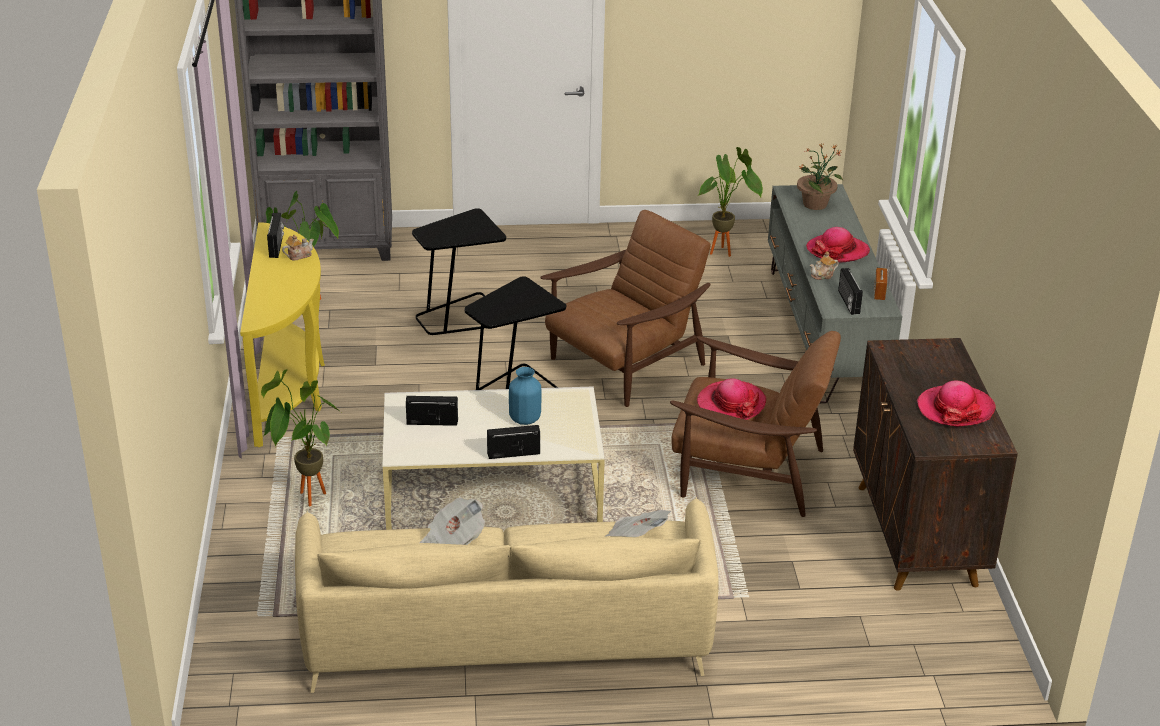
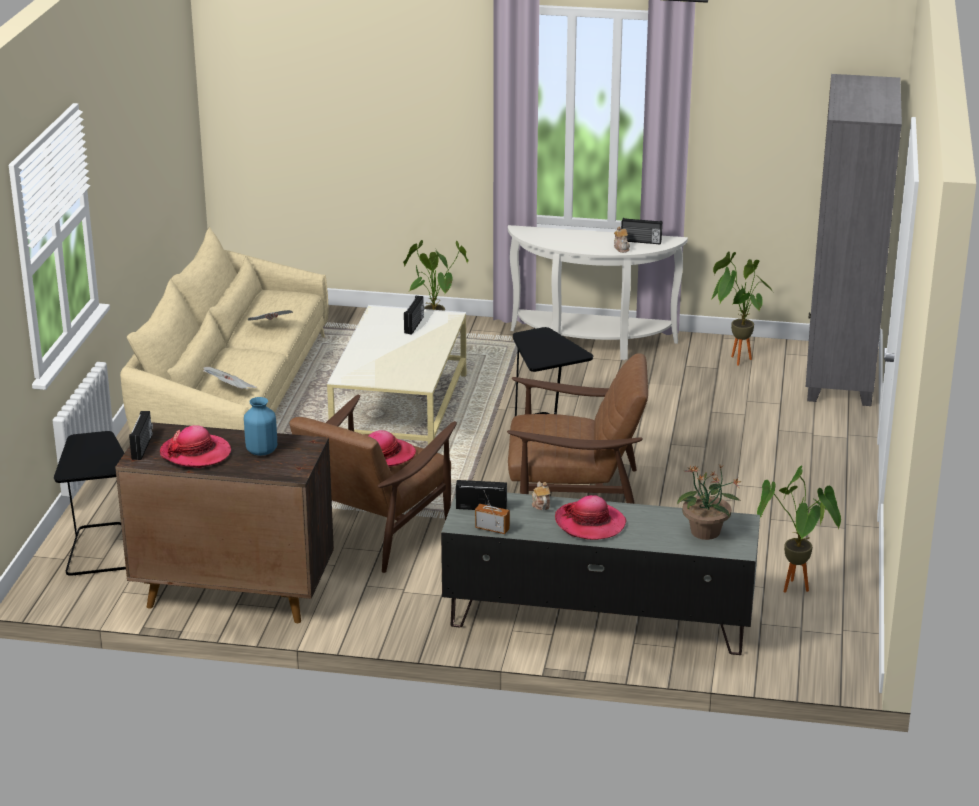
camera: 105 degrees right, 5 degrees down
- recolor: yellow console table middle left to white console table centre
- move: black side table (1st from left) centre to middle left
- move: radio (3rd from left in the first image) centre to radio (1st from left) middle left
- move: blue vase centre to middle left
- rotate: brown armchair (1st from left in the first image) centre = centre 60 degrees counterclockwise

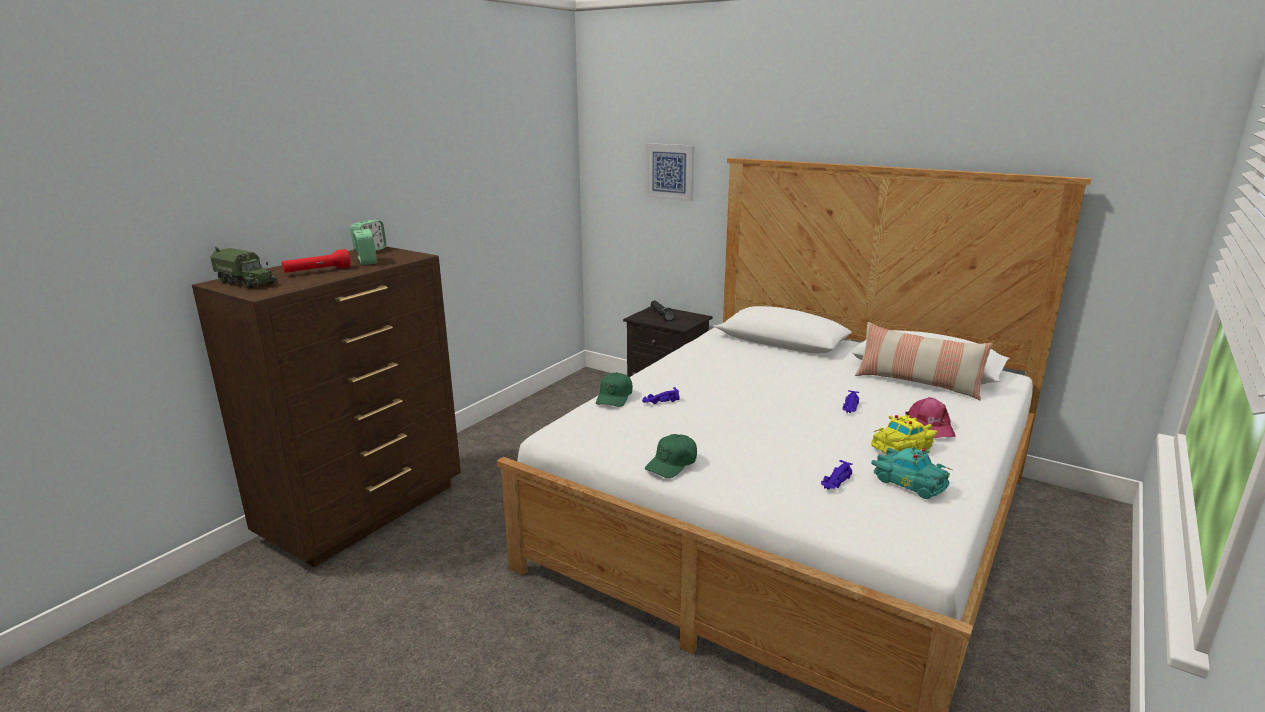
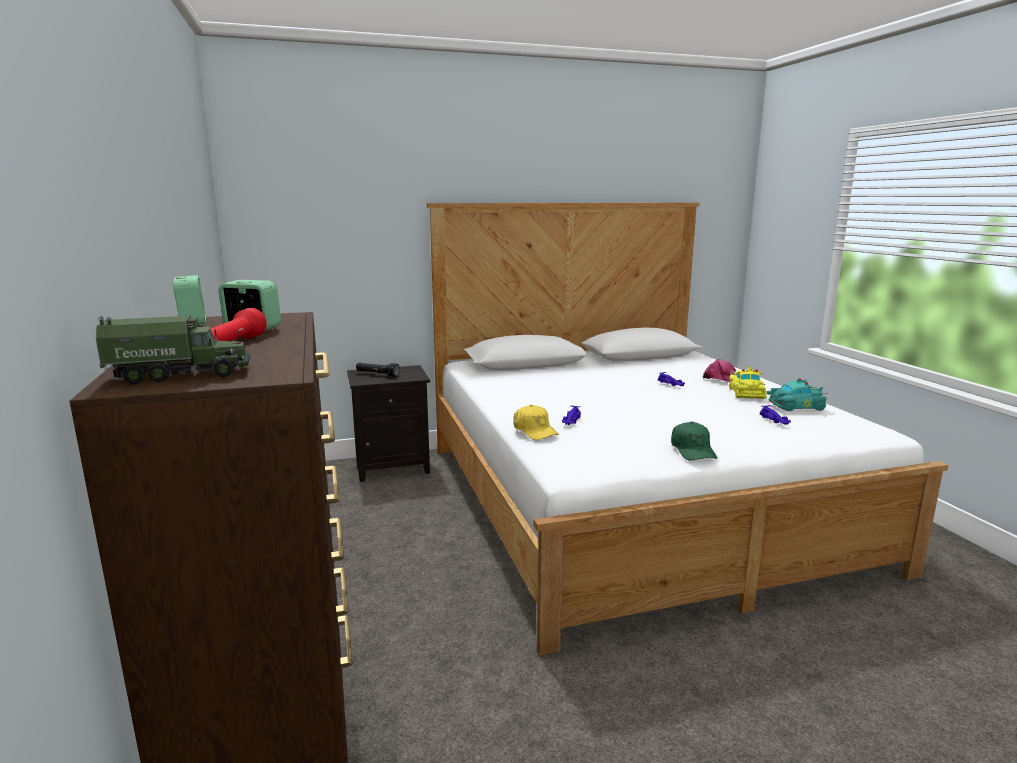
camera: 50 degrees left, 5 degrees down
- recolor: green cap (1st from left) centre to yellow cap centre
- delete: picture top centre
- delete: pillow middle right

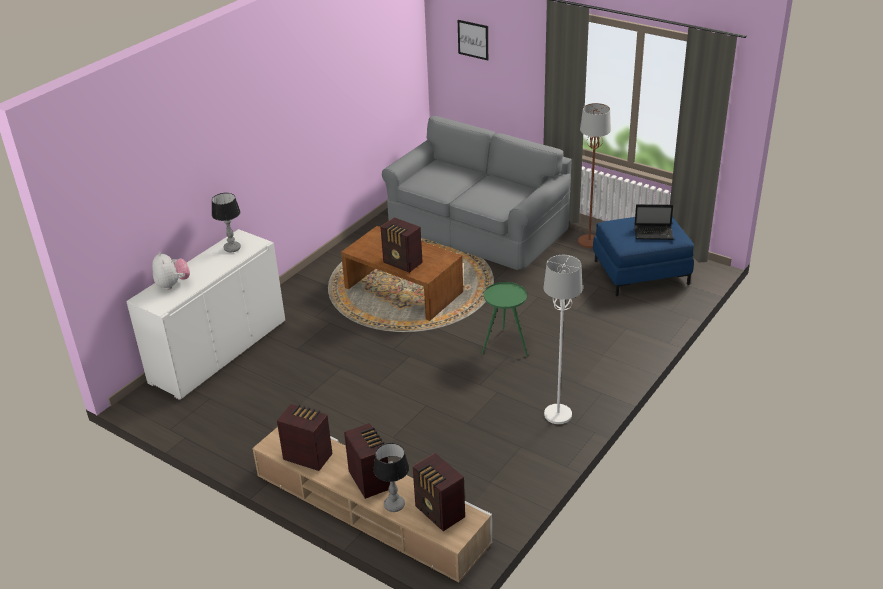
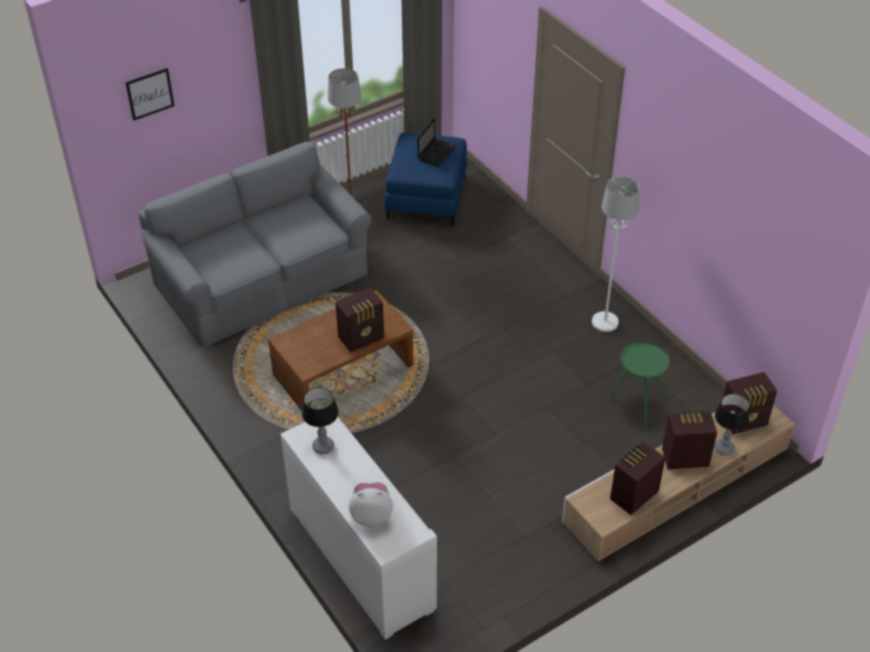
camera: 70 degrees left, 10 degrees up
- move: green side table centre to middle right

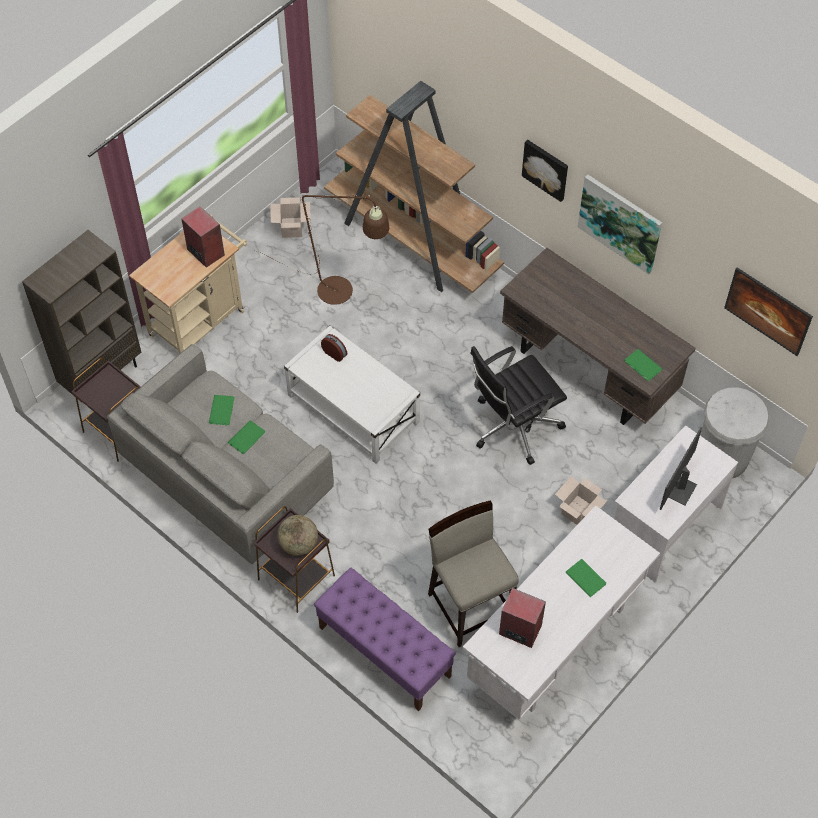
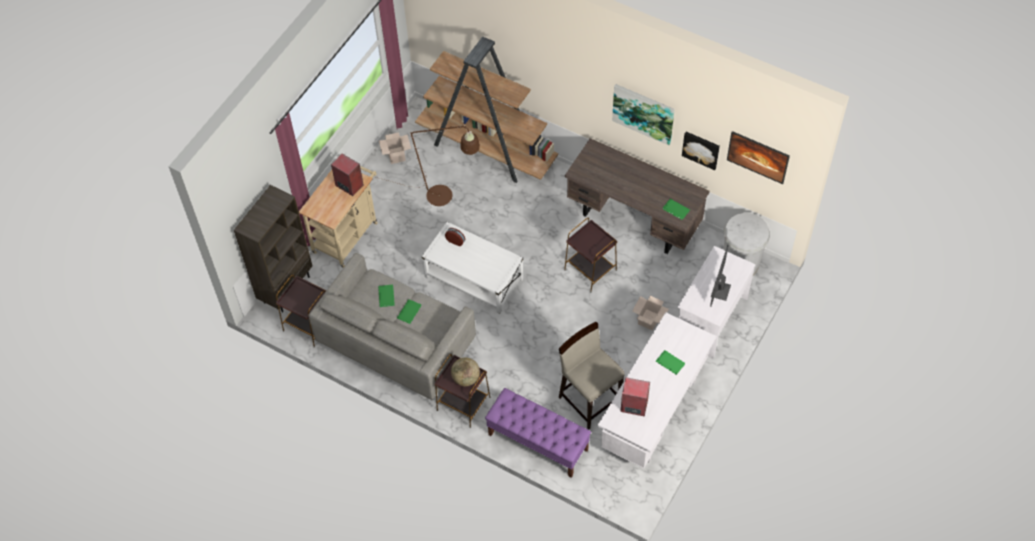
camera: 10 degrees left, 0 degrees up
- replace: black office chair centre to brown side table (3rd from left) centre
- move: picture (1st from left in the first image) top centre to picture (2nd from left) top right

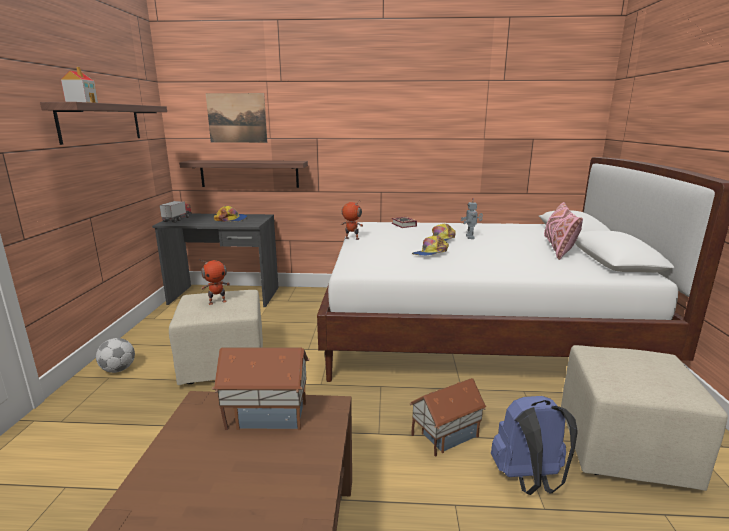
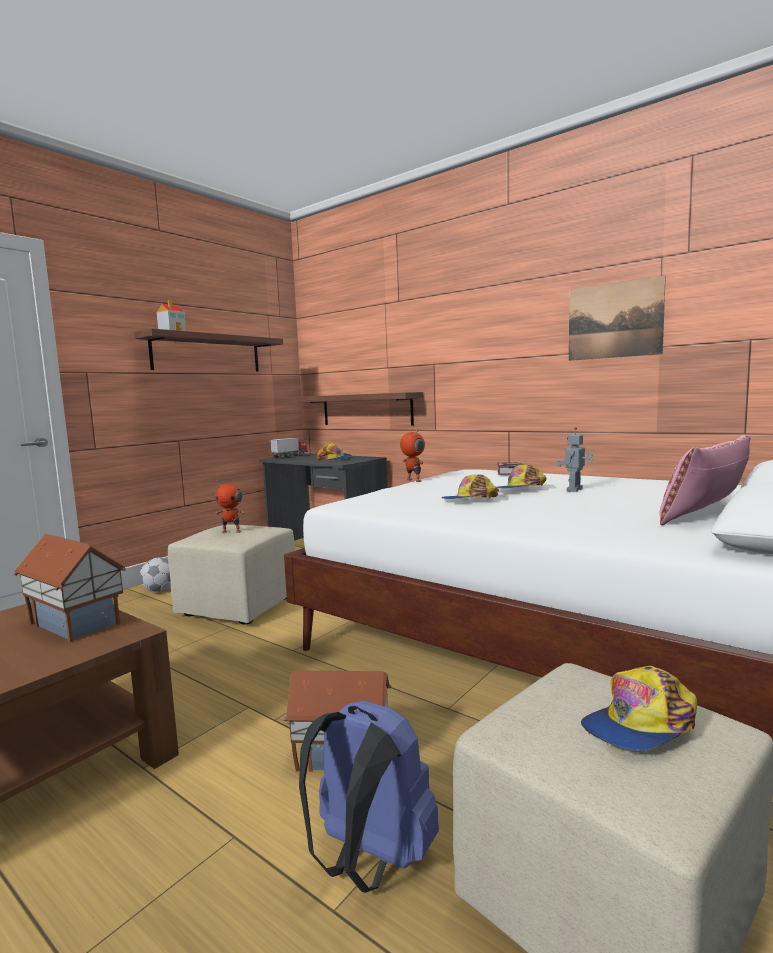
camera: 35 degrees right, 10 degrees down
- move: picture top left to middle right
- insert: cap (4th from left) bottom right

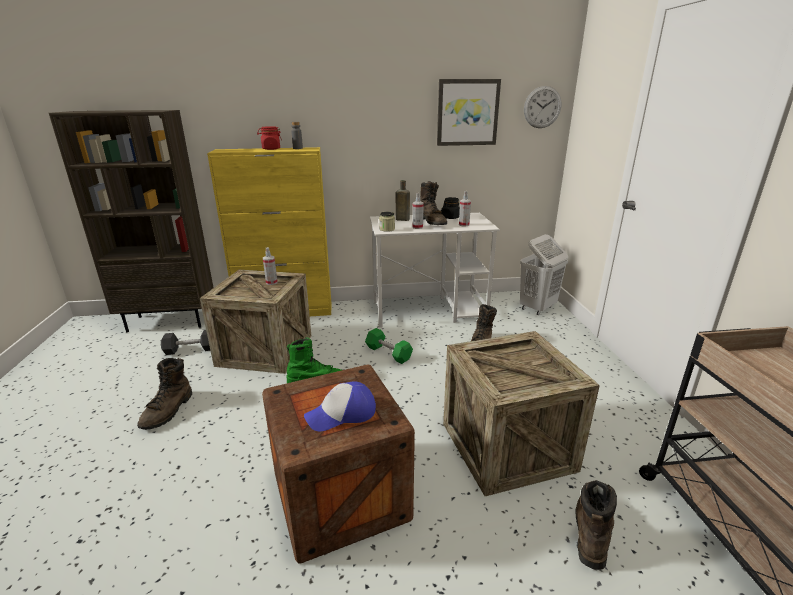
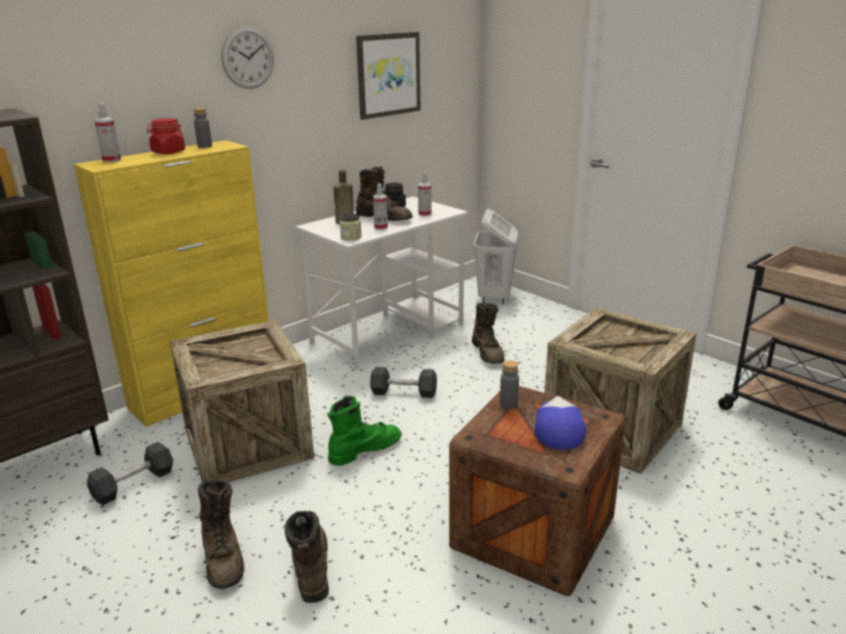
camera: 35 degrees left, 0 degrees up
- move: spray bottle (1st from left) centre to top left
- rotate: cap bottom centre = bottom centre 150 degrees clockwise
- recolor: green dumbbell centre to grey dumbbell (2nd from left) centre
- move: wall clock top right to top left
- move: brown boot (4th from left in the first image) bottom right to brown boot (2nd from left) bottom centre
- insert: grey bottle (2nd from left) centre

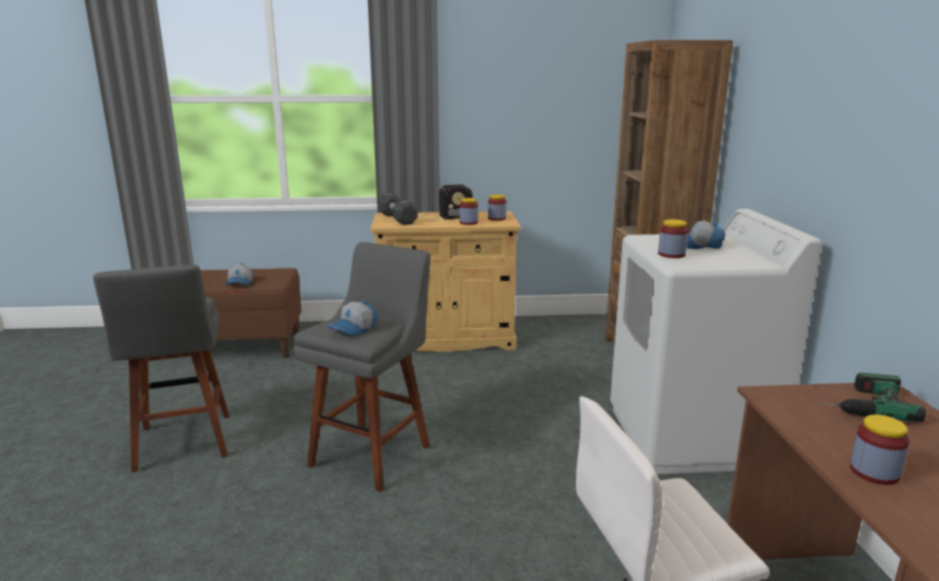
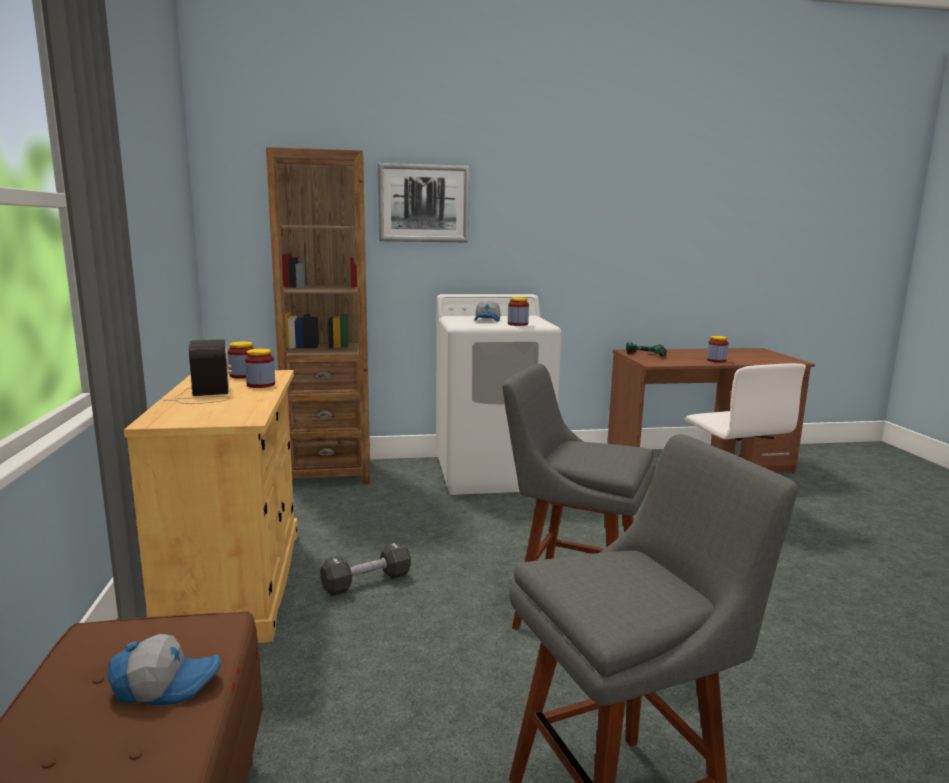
camera: 95 degrees left, 5 degrees down
- delete: cap (2nd from left) centre
- move: black dumbbell centre to bottom centre
- insert: picture top centre

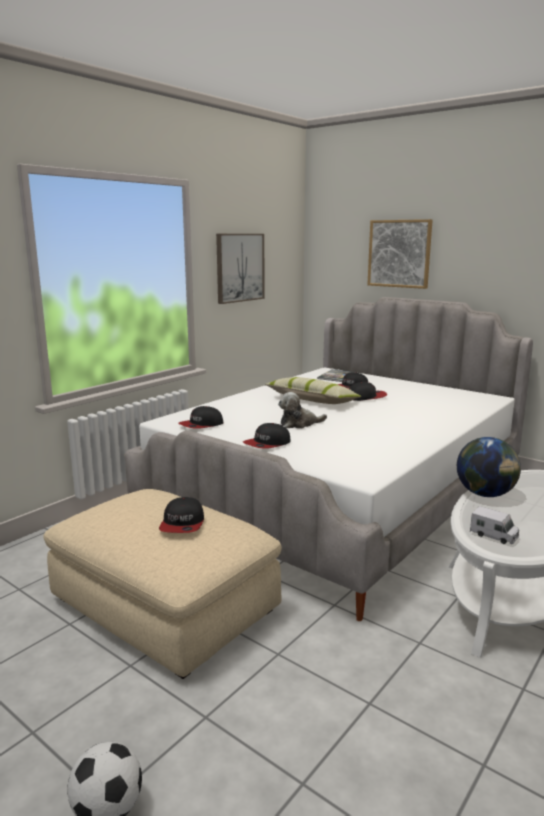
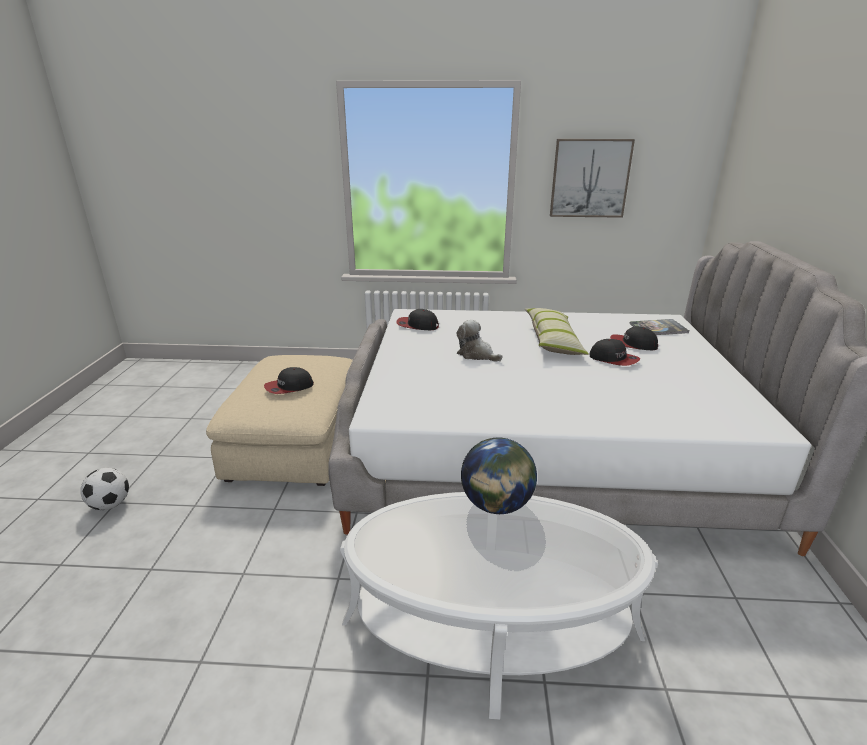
camera: 55 degrees right, 10 degrees up
- delete: cap (3rd from left) centre
- delete: picture (2nd from left) top right
- delete: toy truck middle right

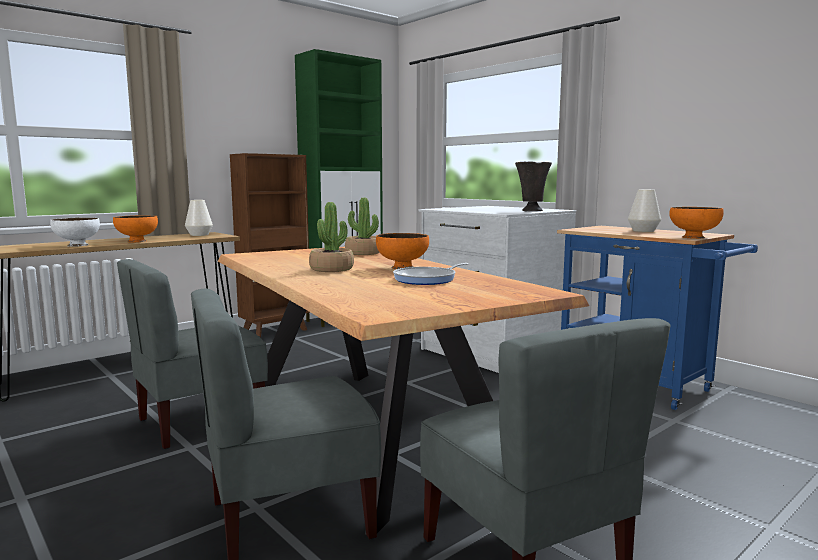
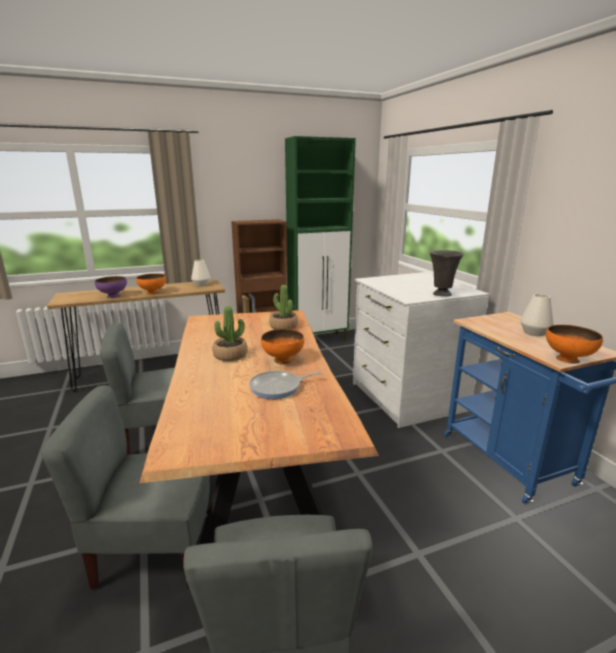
camera: 20 degrees right, 10 degrees up
- recolor: white bowl middle left to purple bowl middle left

